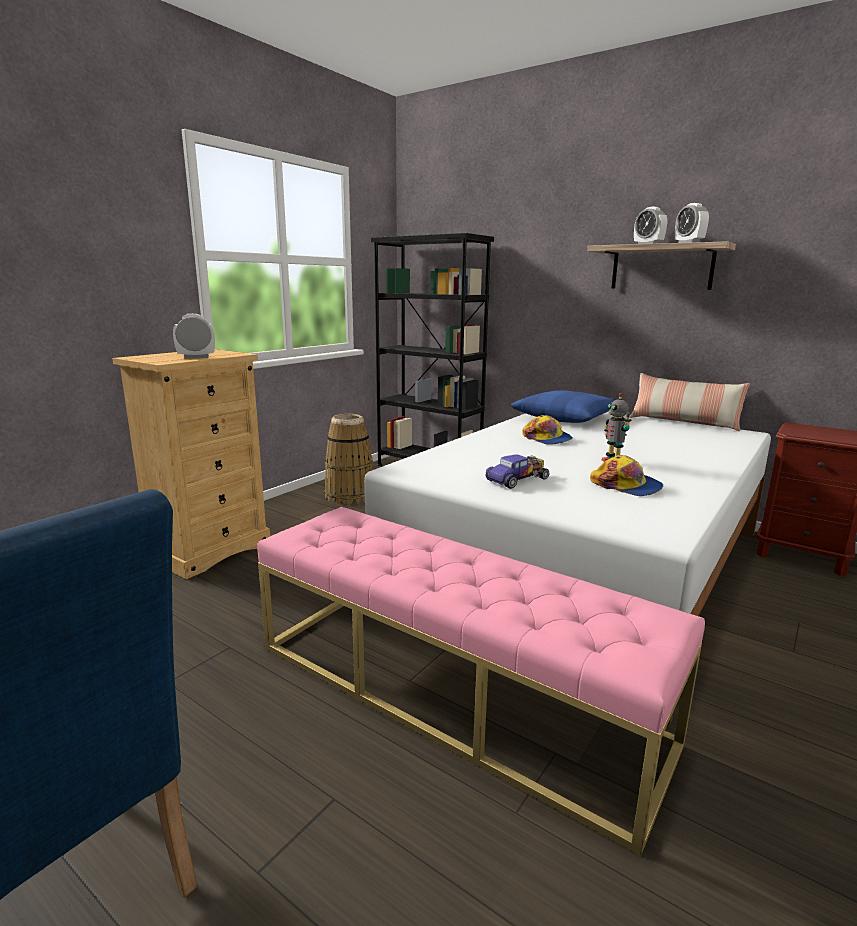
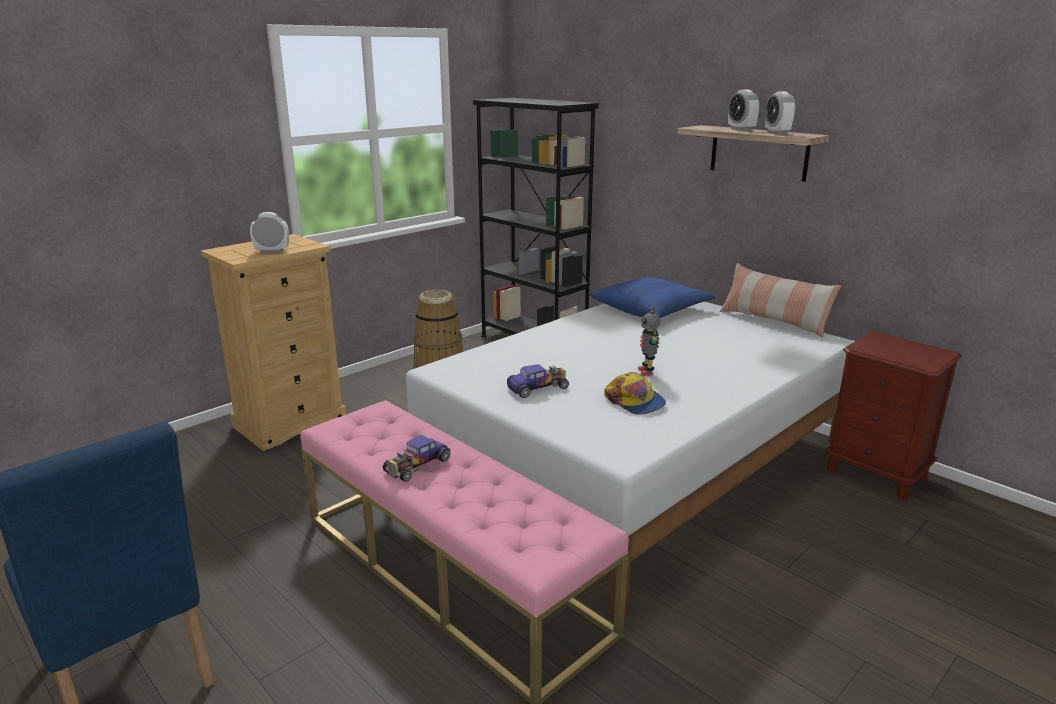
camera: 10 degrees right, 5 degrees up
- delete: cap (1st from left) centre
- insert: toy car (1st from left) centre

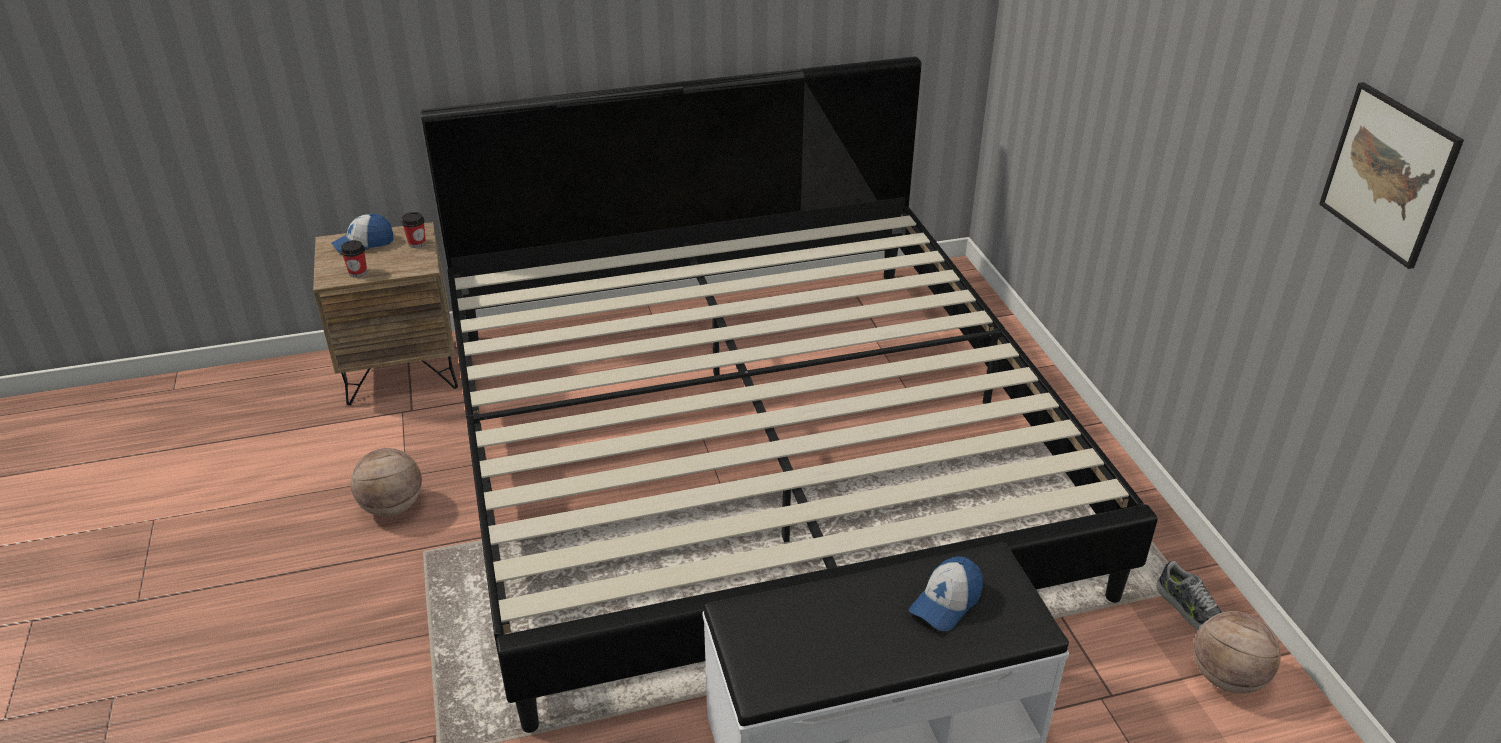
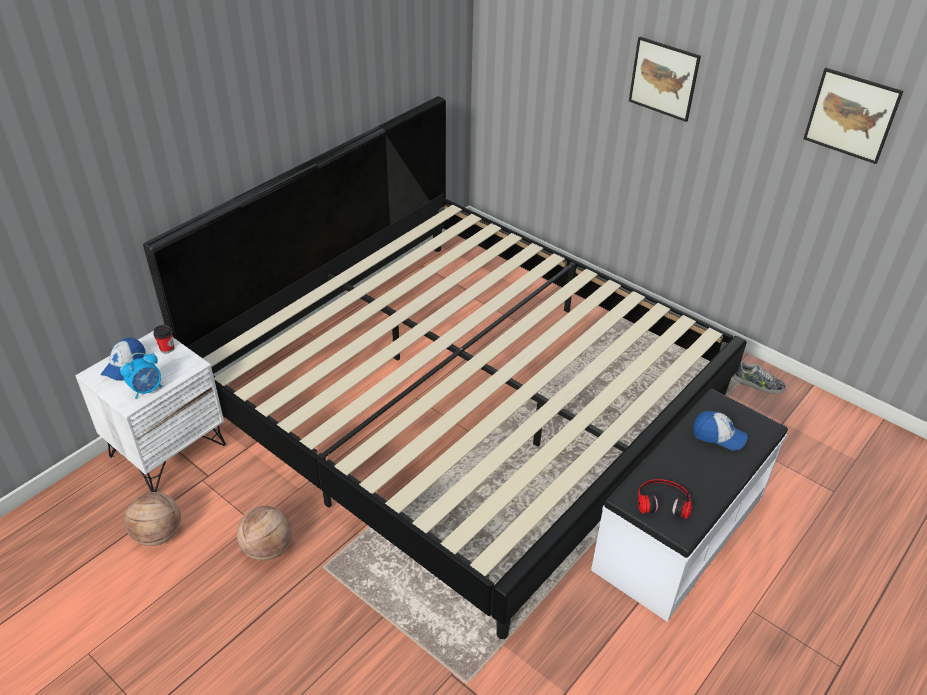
camera: 35 degrees left, 5 degrees up
- recolor: brown nightstand middle left to white nightstand middle left
- replace: cup (1st from left) middle left to alarm clock middle left
- rotate: cap (2nd from left) bottom centre = middle right 75 degrees counterclockwise
- move: basketball (2nd from left in the first image) bottom right to basketball (1st from left) bottom left
- insert: picture (1st from left) top right
- insert: headphones bottom right

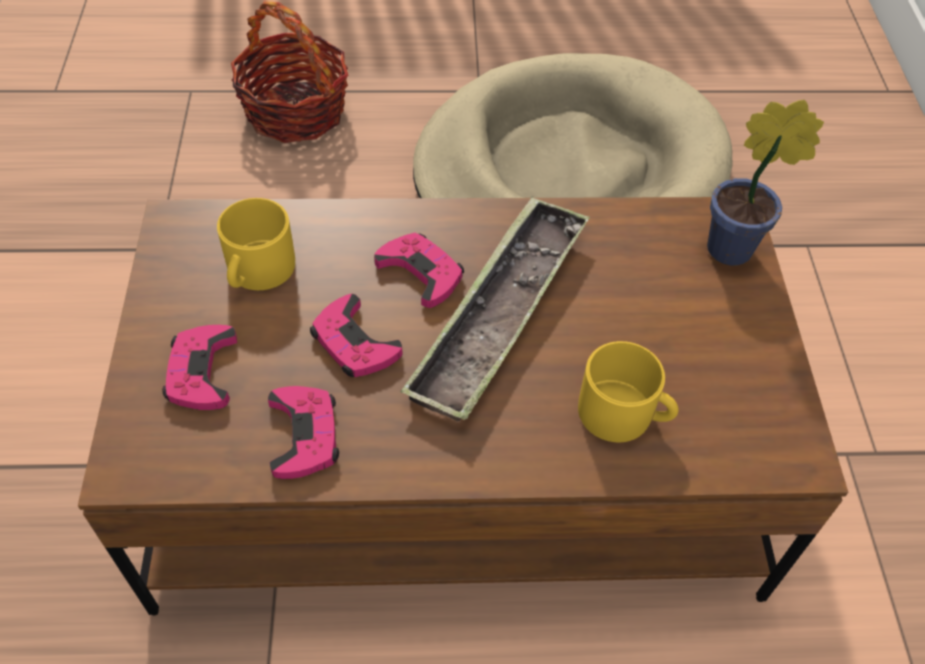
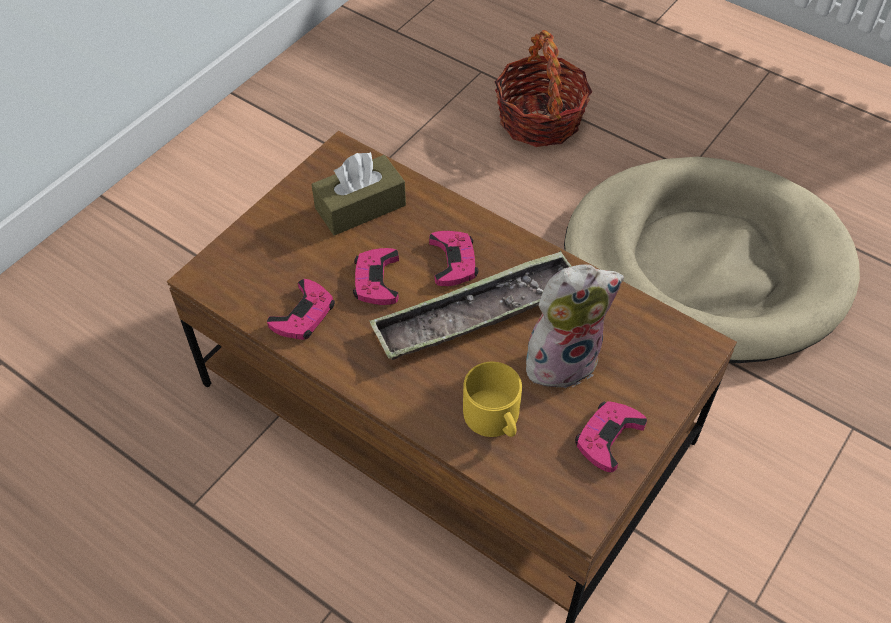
camera: 40 degrees right, 0 degrees up
- move: pink game controller (1st from left in the first image) middle left to pink game controller (4th from left) bottom right
- replace: yellow mug (1st from left) middle left to brown tissue box top centre
- delete: potted plant top right
- insert: plush toy centre

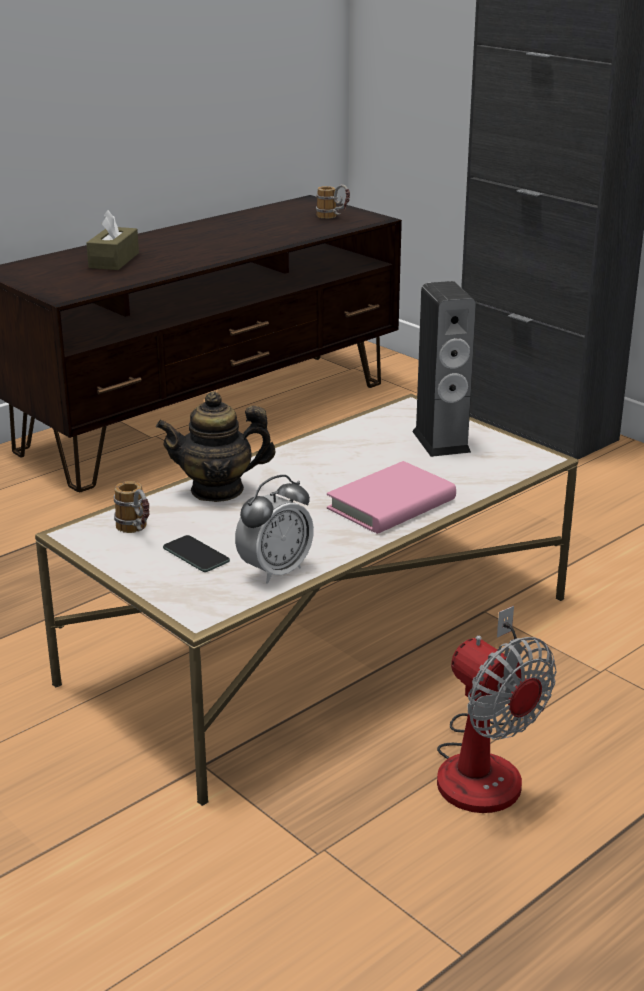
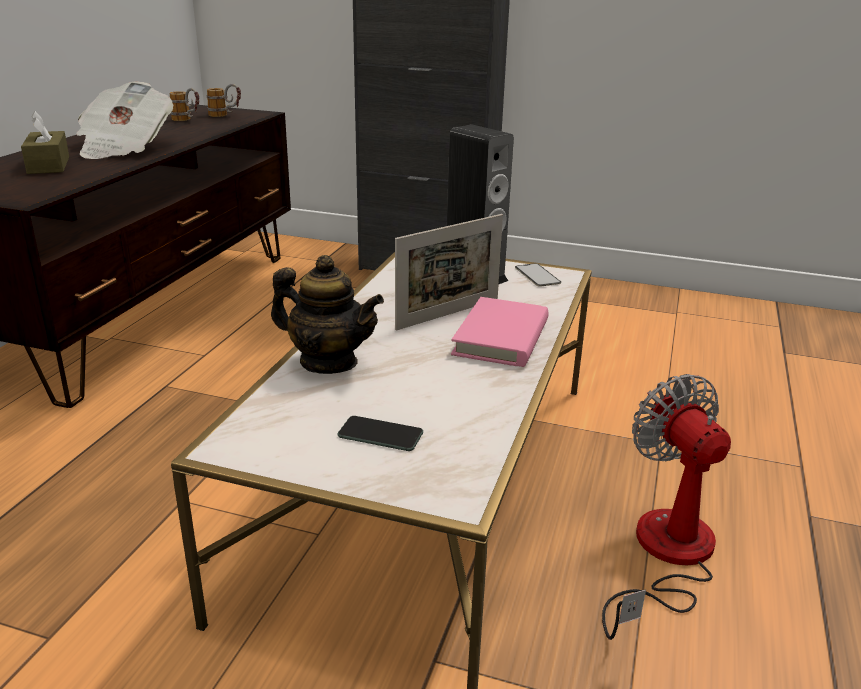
camera: 30 degrees left, 0 degrees up
- move: mug (1st from left) middle left to top left
- rotate: teapot centre = centre 120 degrees counterclockwise
- delete: alarm clock centre
- rotate: fan bottom right = bottom right 135 degrees counterclockwise
- insert: newspaper top left
- insert: picture frame centre
- insert: phone (2nd from left) centre

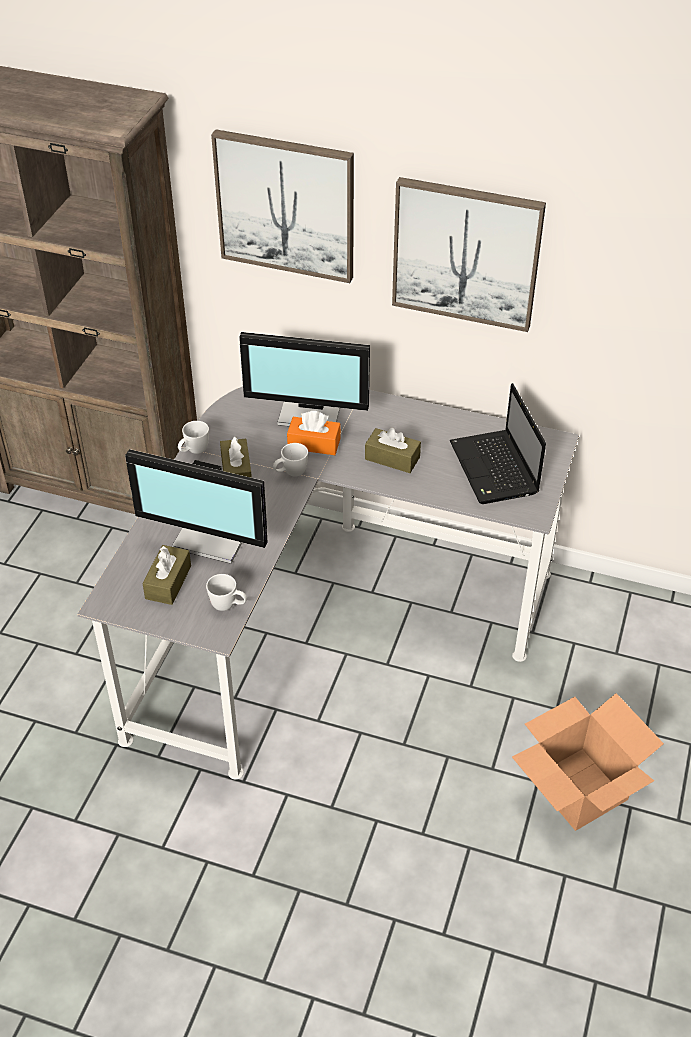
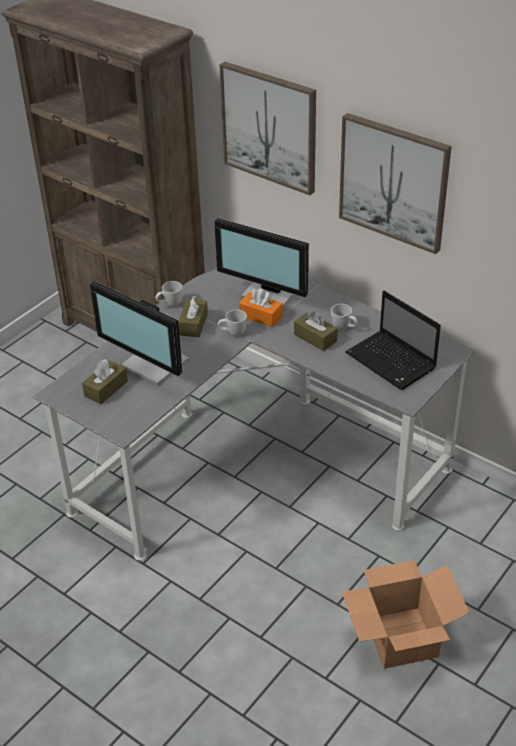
camera: 20 degrees right, 5 degrees down
- move: white mug (2nd from left in the first image) middle left to white mug (3rd from left) middle right
- rotate: laptop middle right = middle right 45 degrees counterclockwise

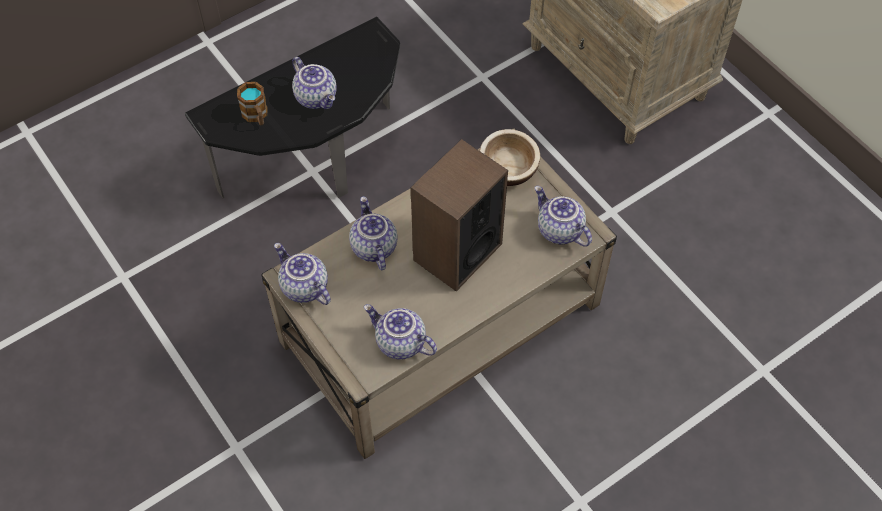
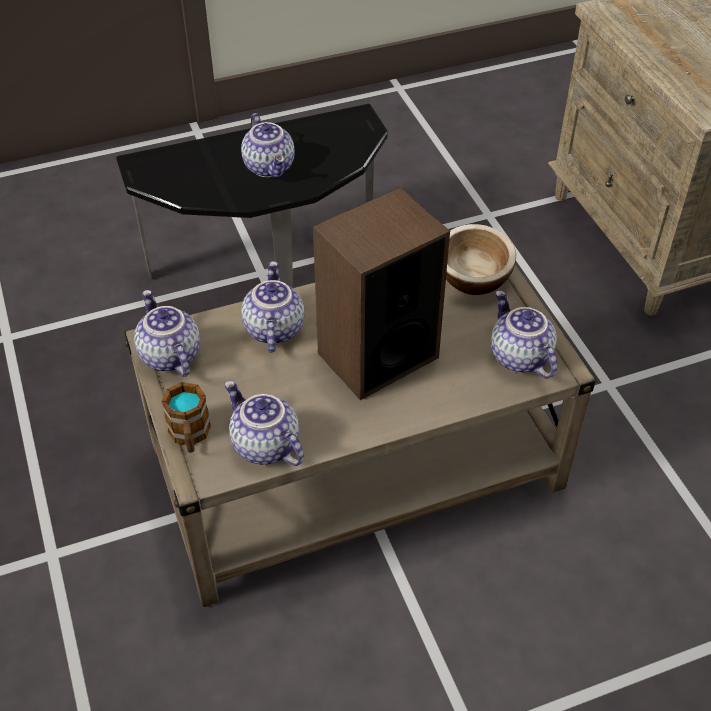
camera: 15 degrees right, 10 degrees down
- move: mug top left to middle left

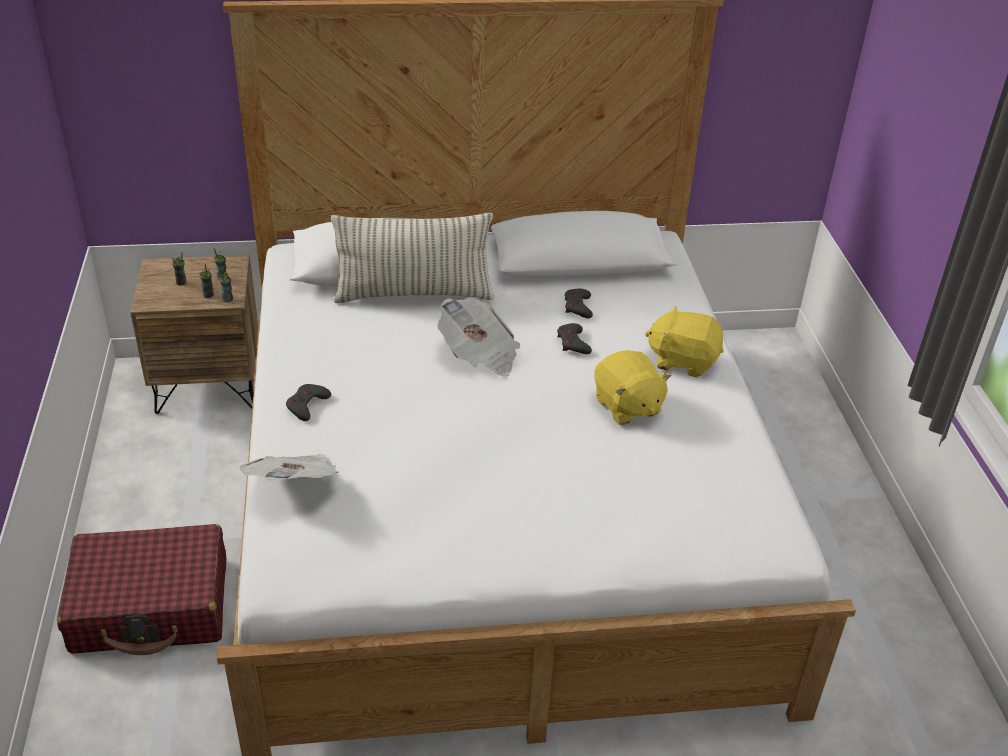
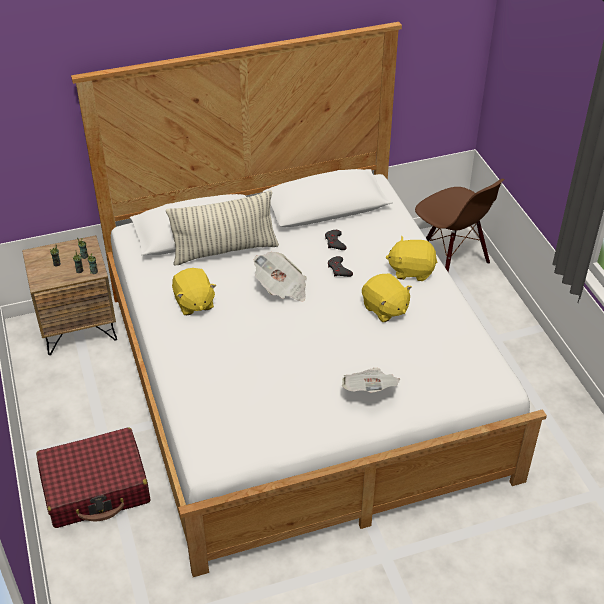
camera: 10 degrees left, 5 degrees up
- move: newspaper (1st from left in the first image) middle left to newspaper (2nd from left) centre
- delete: grey game controller (1st from left) middle left
- insert: yellow plush toy (1st from left) middle left
- insert: brown chair middle right

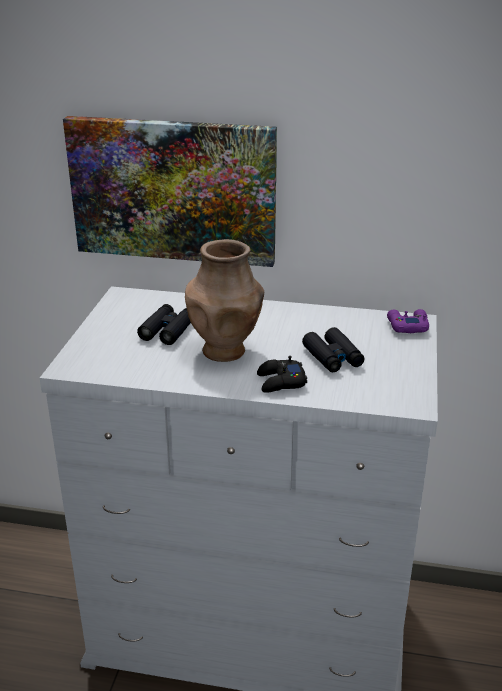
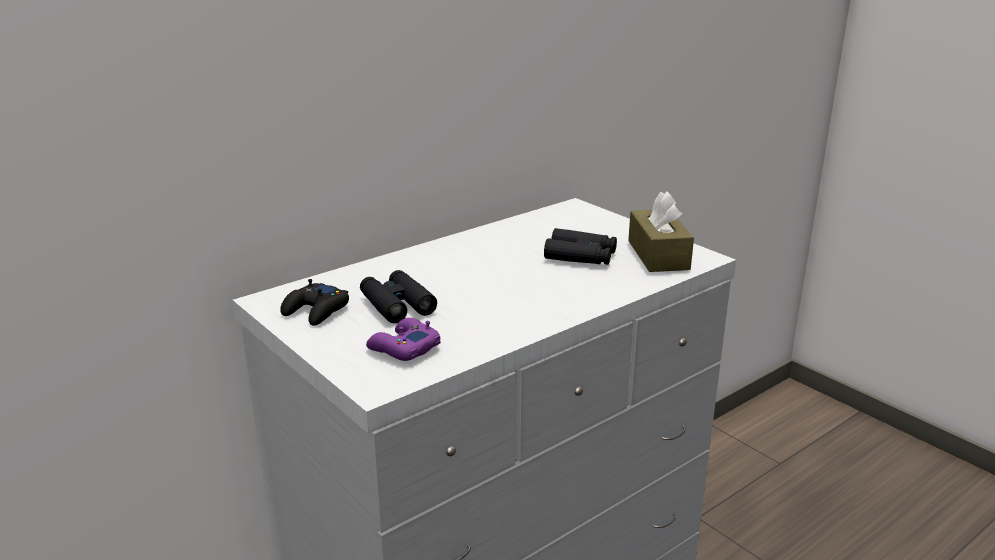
camera: 50 degrees left, 5 degrees down
- delete: picture top centre
- delete: brown vase centre
- move: black game controller centre to middle left
- move: purple game controller middle right to centre
- insert: brown tissue box centre

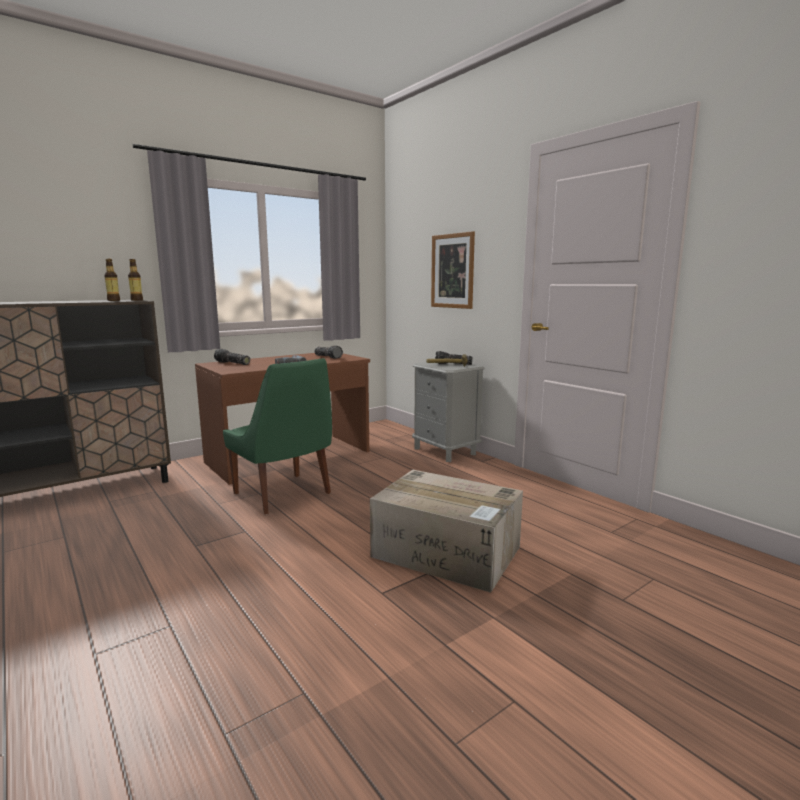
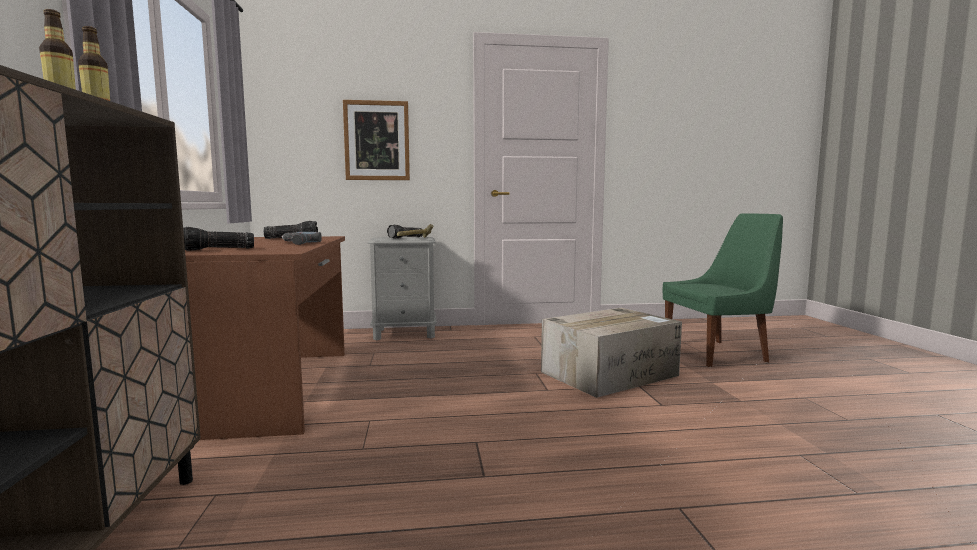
camera: 60 degrees left, 5 degrees down
- move: green chair centre to middle right

